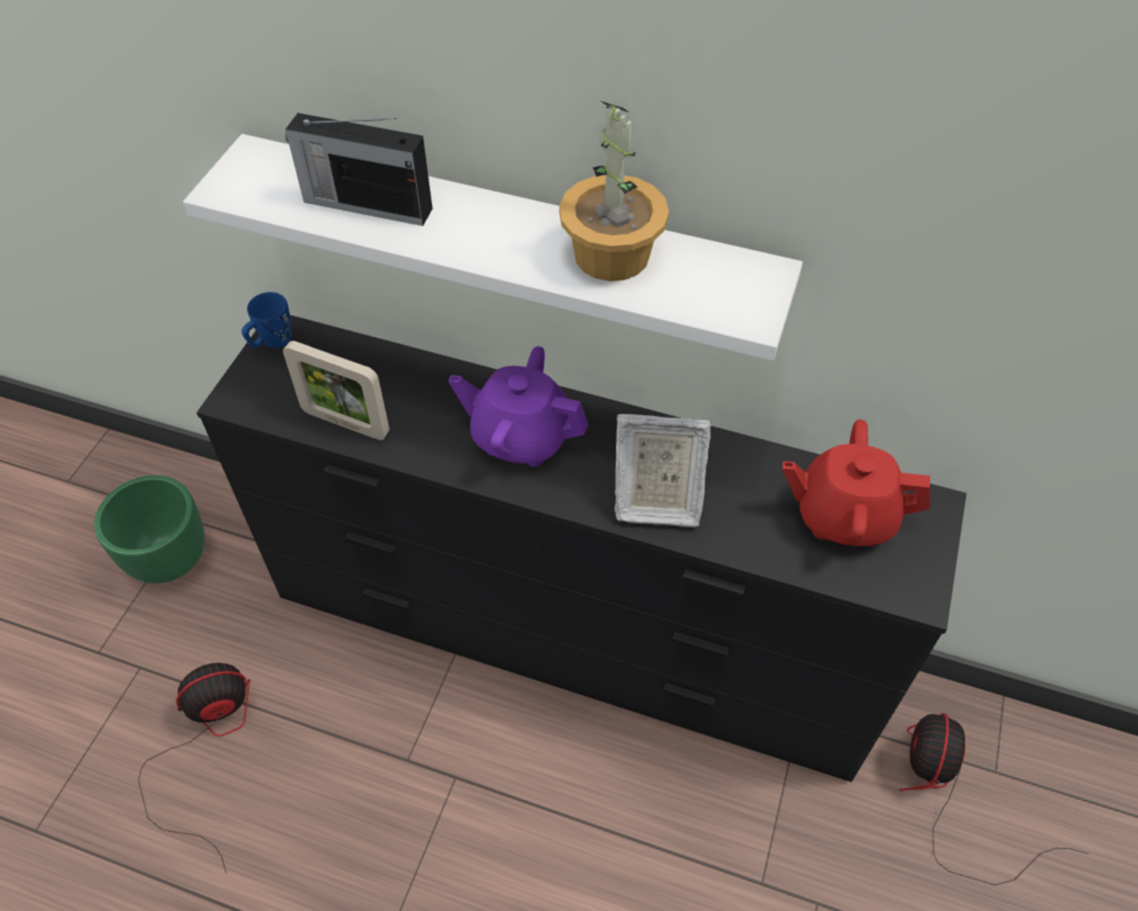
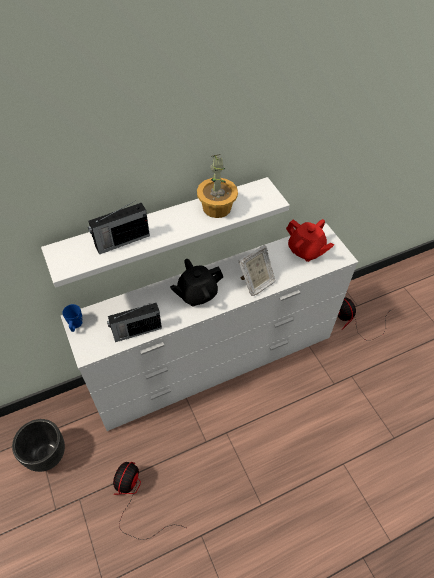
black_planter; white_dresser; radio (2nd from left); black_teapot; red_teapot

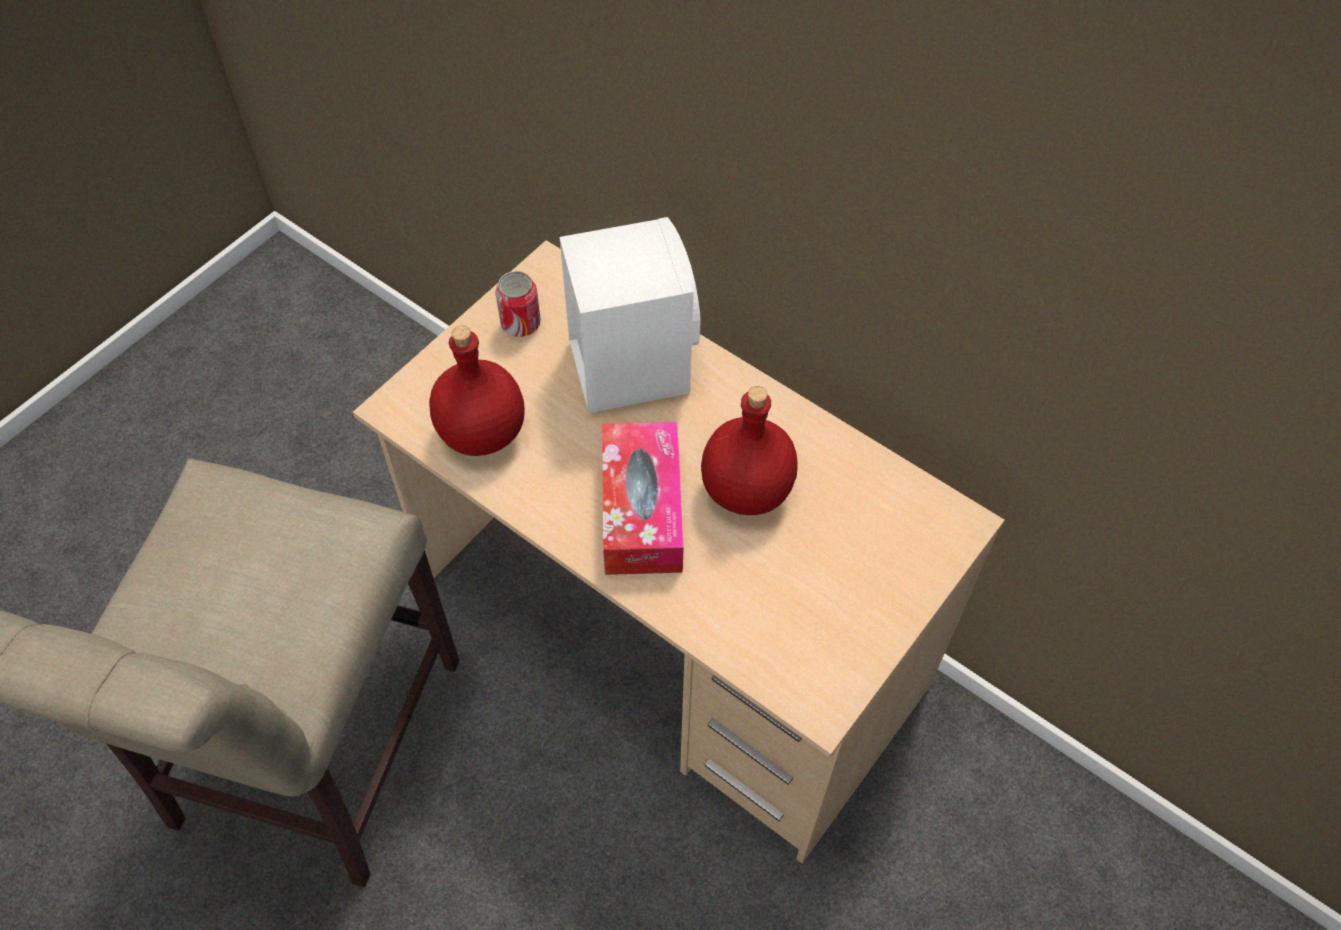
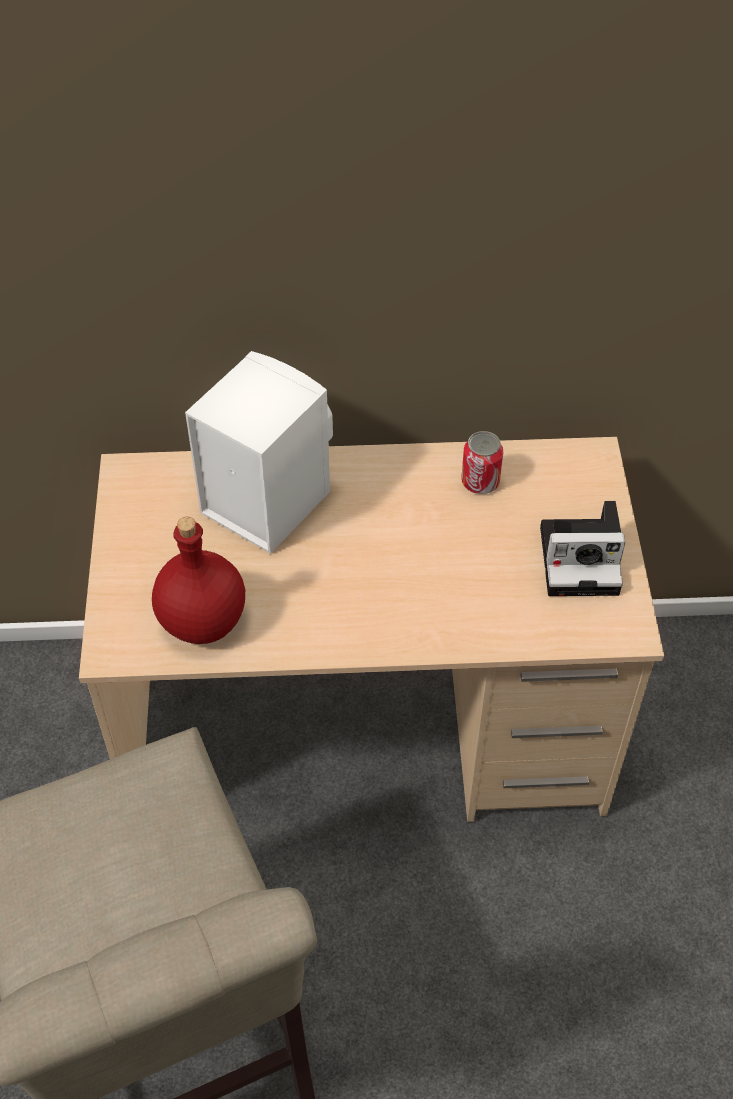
can; photo_camera; tissue_box; red_bottle (2nd from left in the first image)

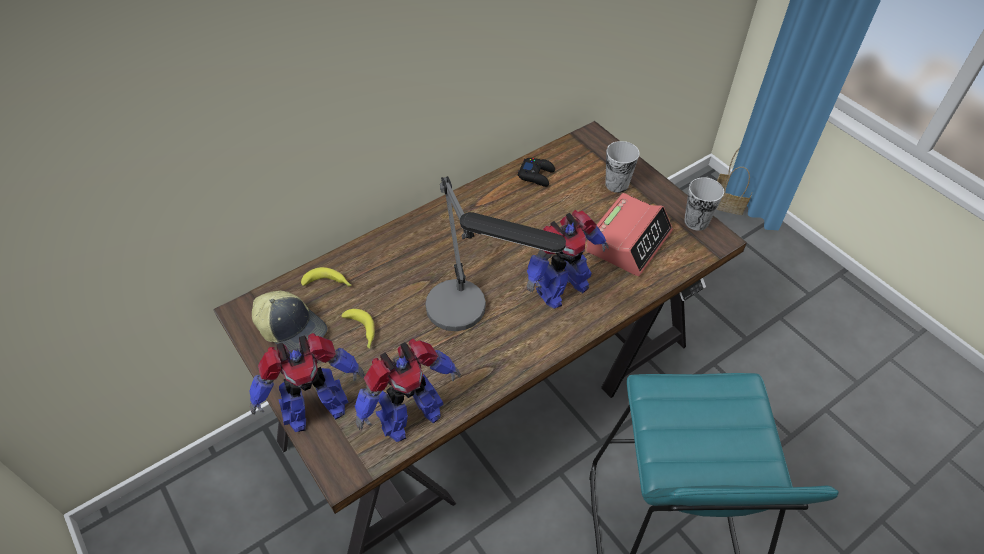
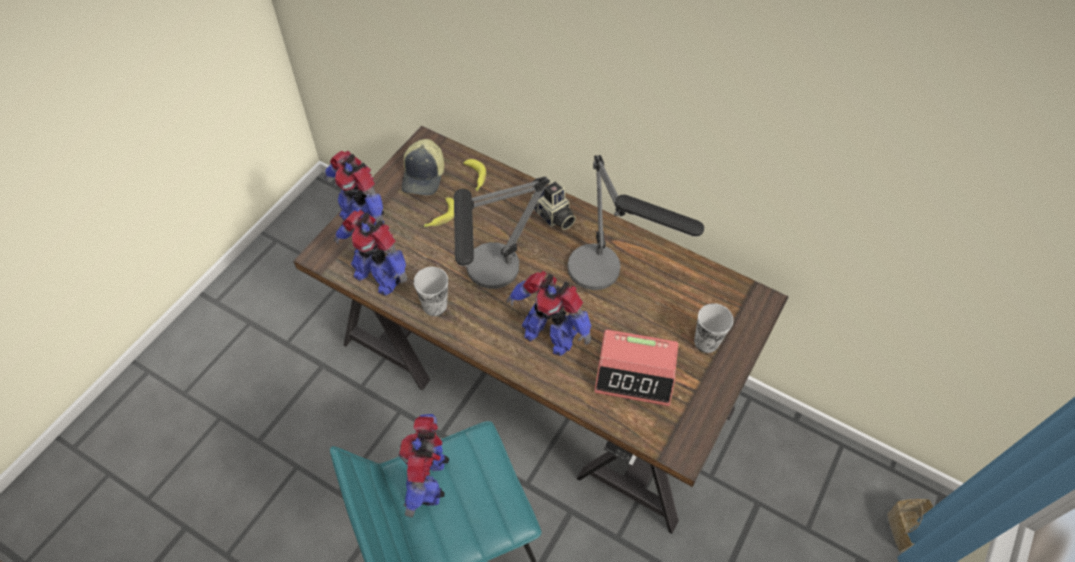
toy_robot (3rd from left); cup (1st from left); photo_camera; table_lamp (2nd from left); black_game_controller

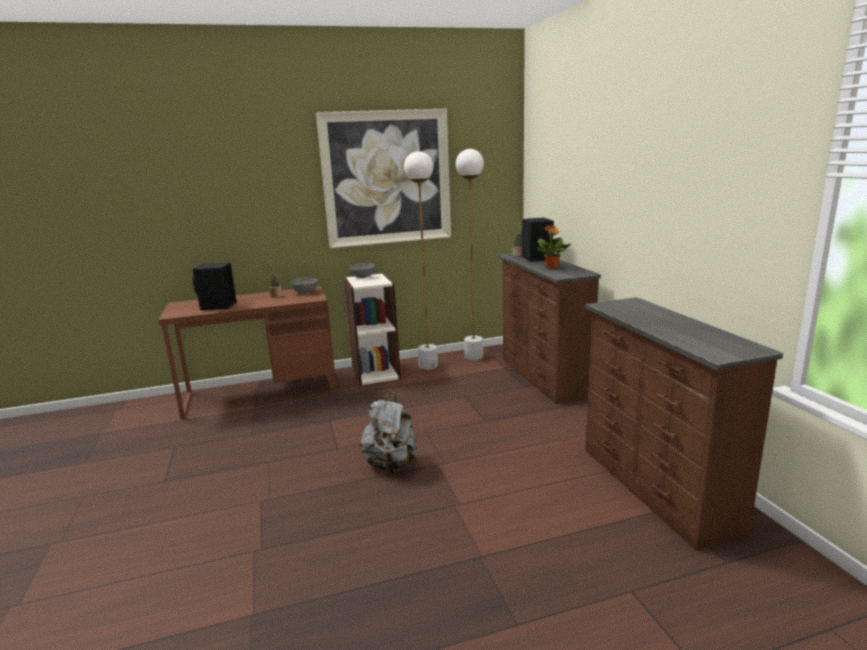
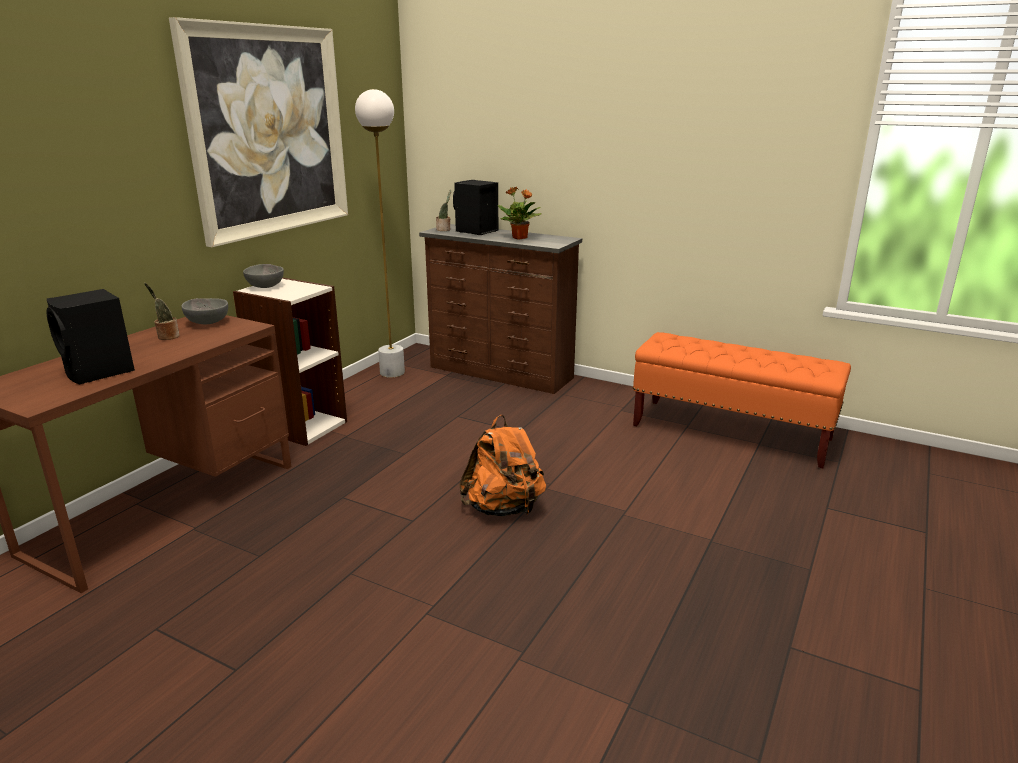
orange_backpack; orange_bench; white_floor_lamp (1st from left in the first image)

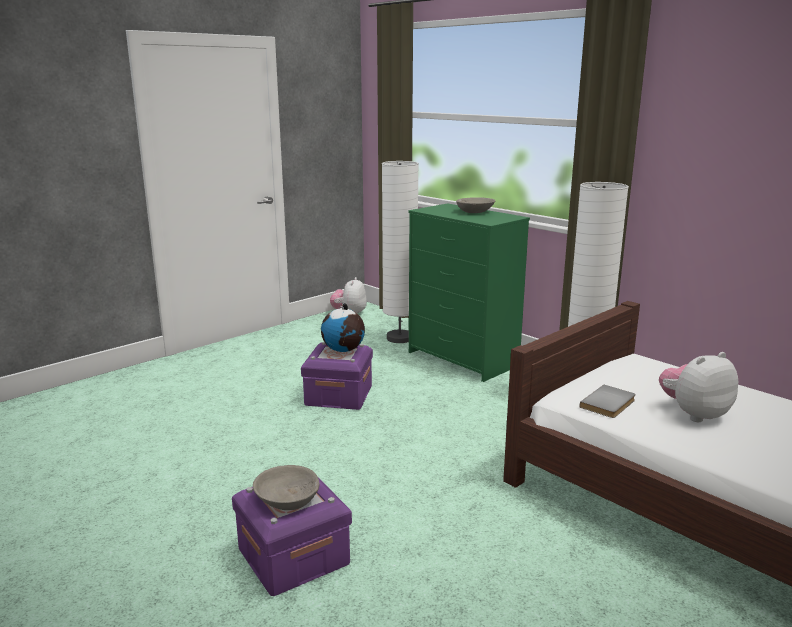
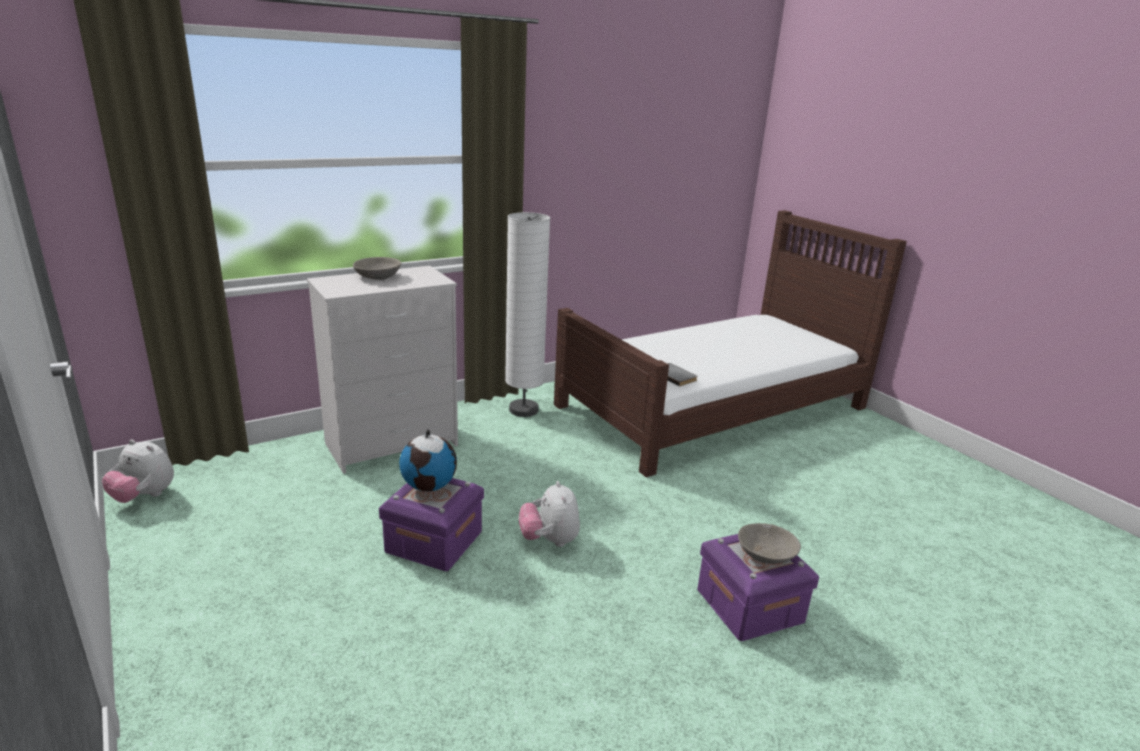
white_dresser; plush_toy (2nd from left); white_floor_lamp (1st from left in the first image)

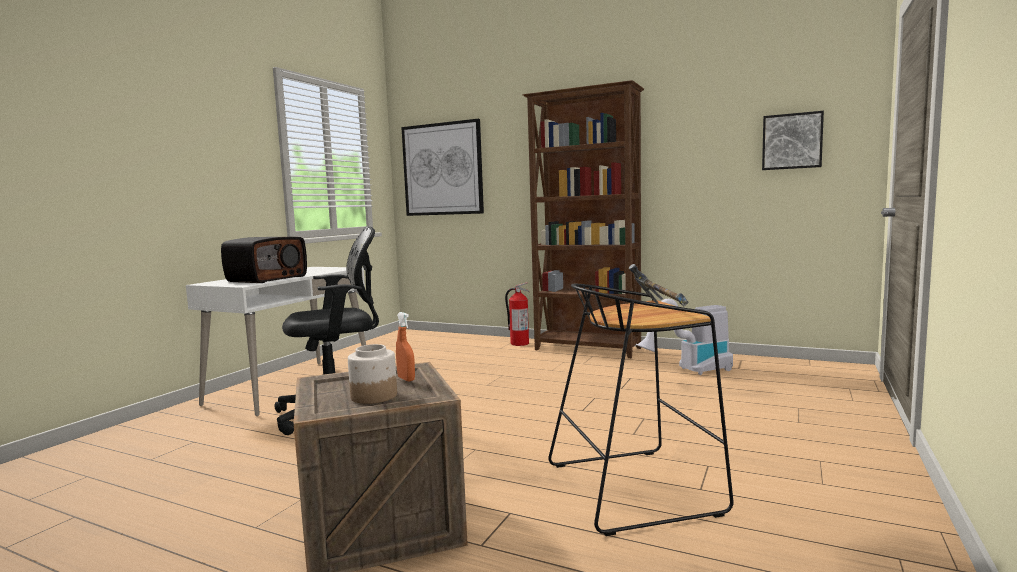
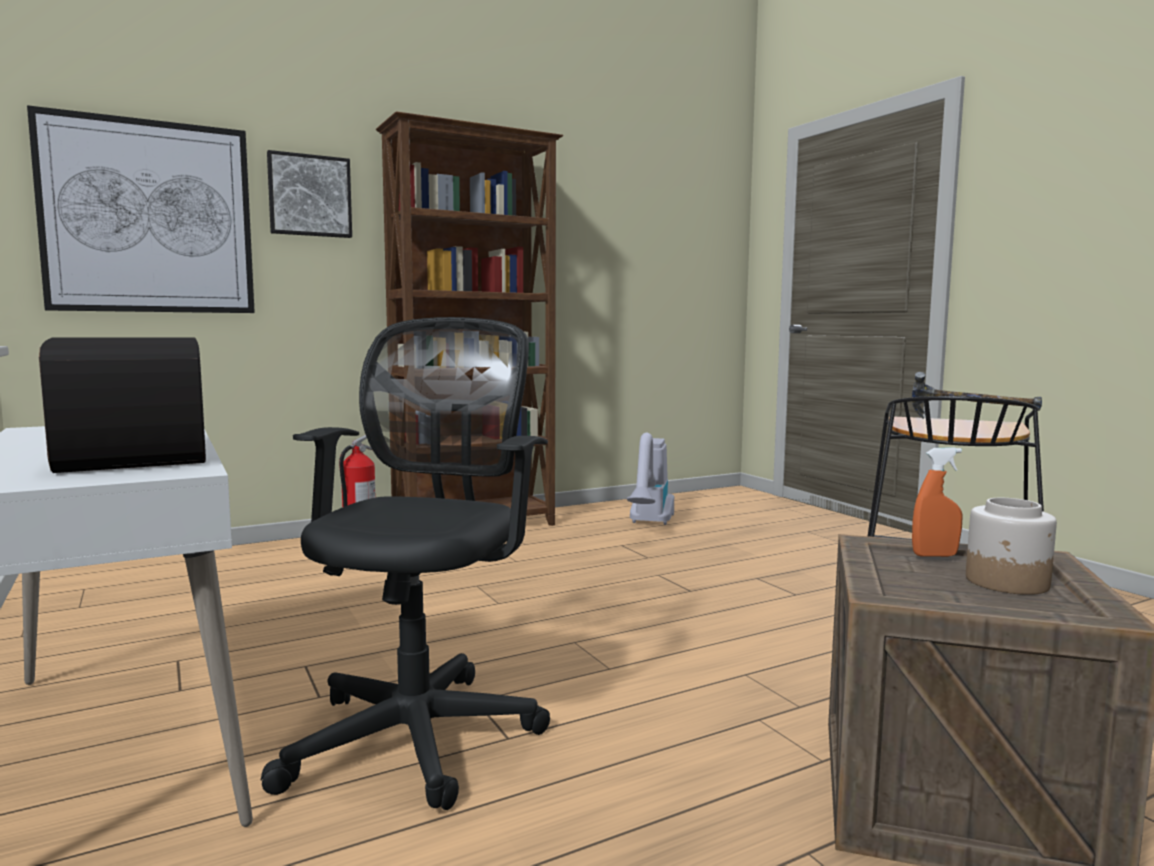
picture (2nd from left)

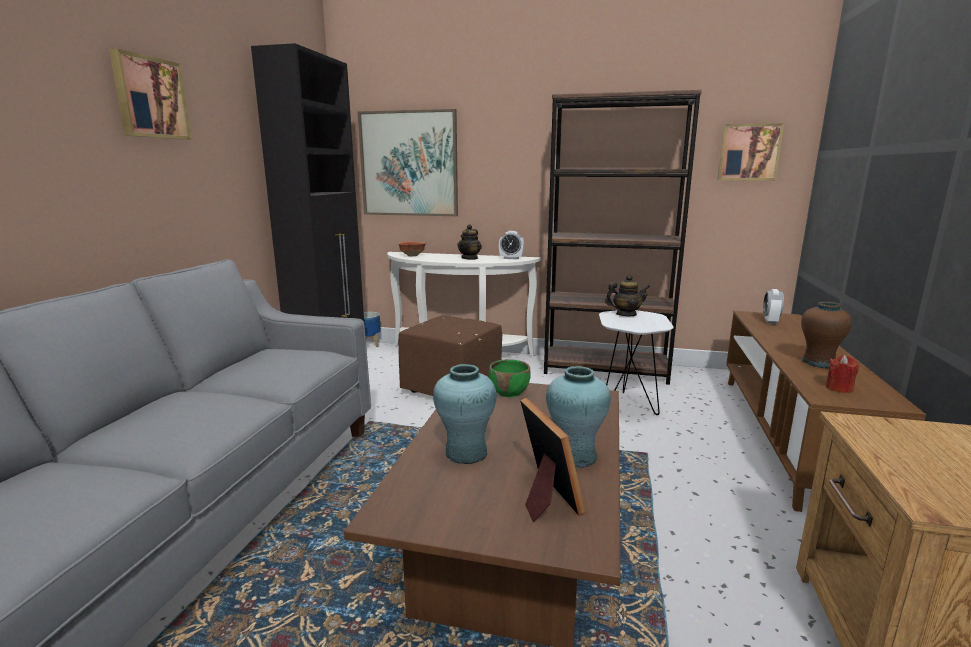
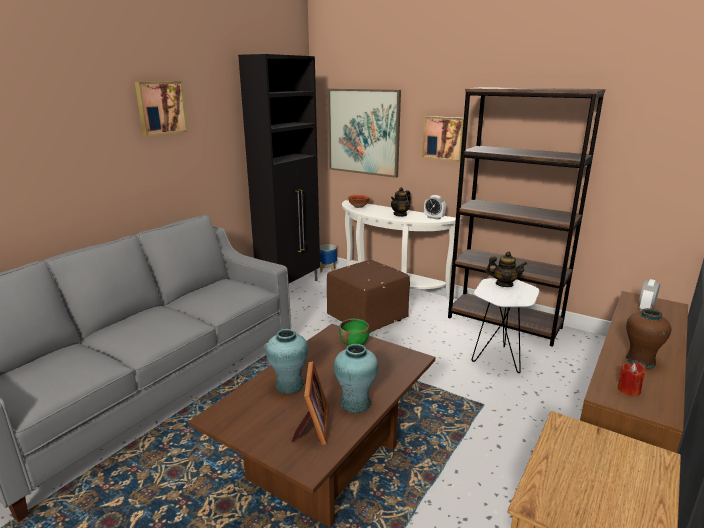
picture (3rd from left)

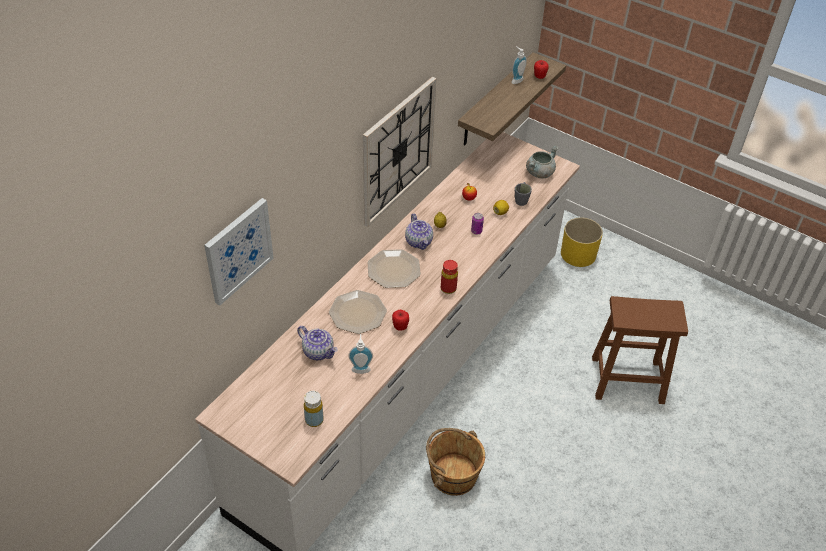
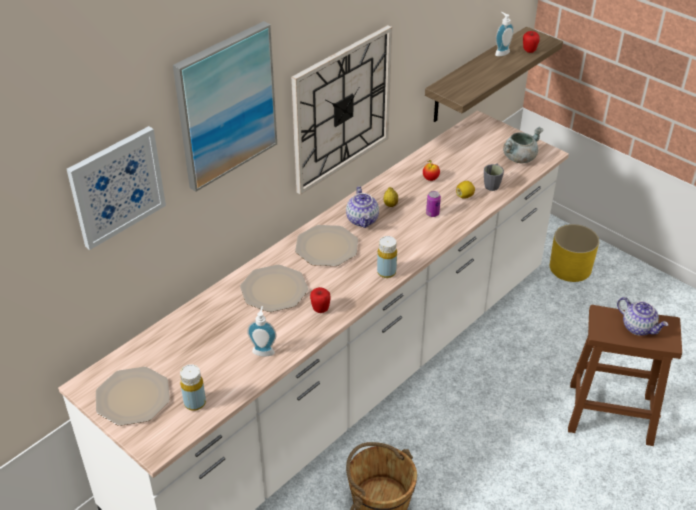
plate (1st from left); picture (2nd from left); yellow_bottle (2nd from left); teapot (2nd from left)

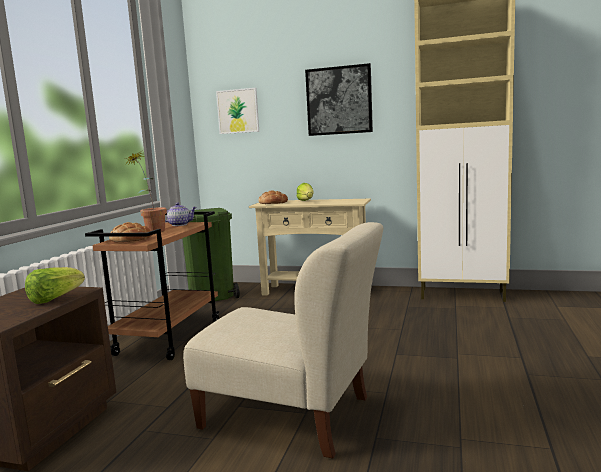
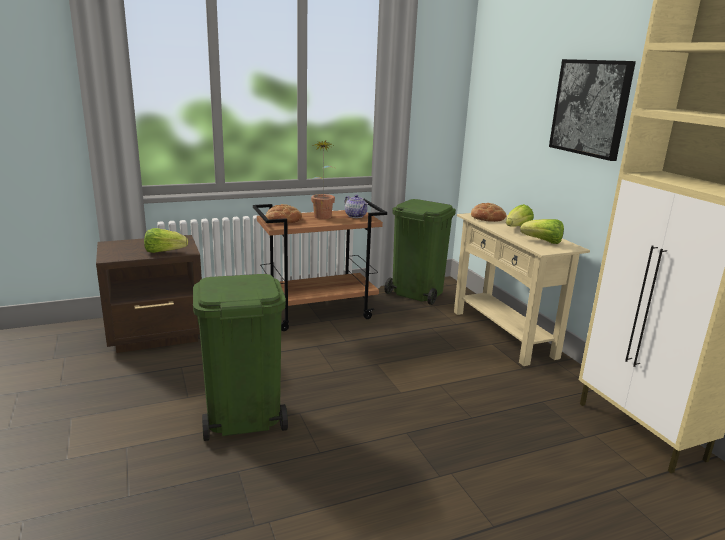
green_trash_can (1st from left); lettuce (3rd from left); picture (1st from left in the first image)

